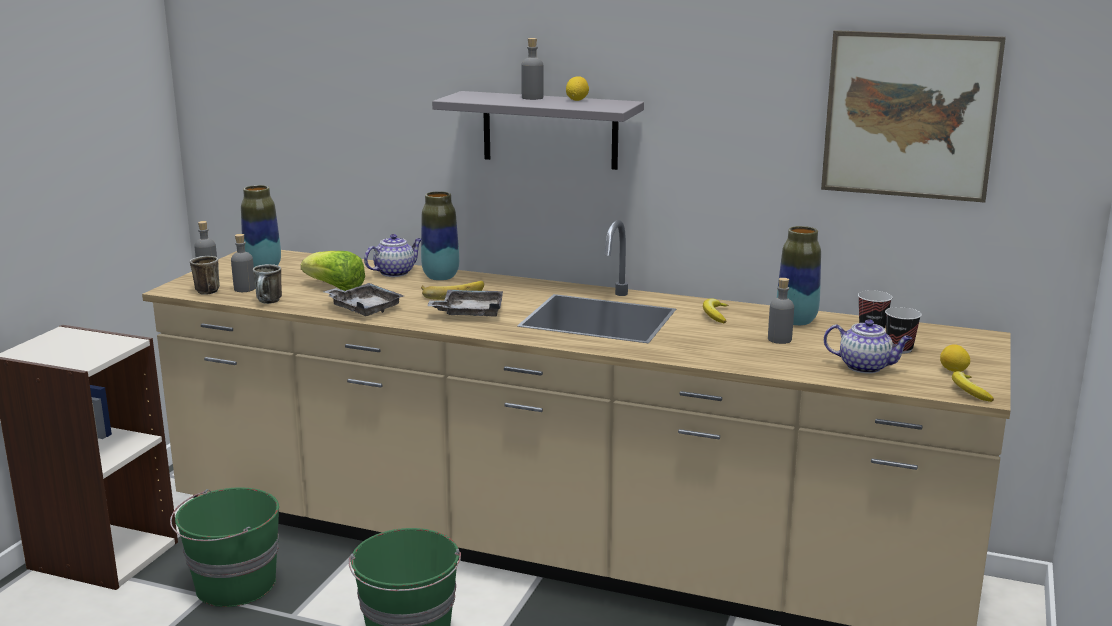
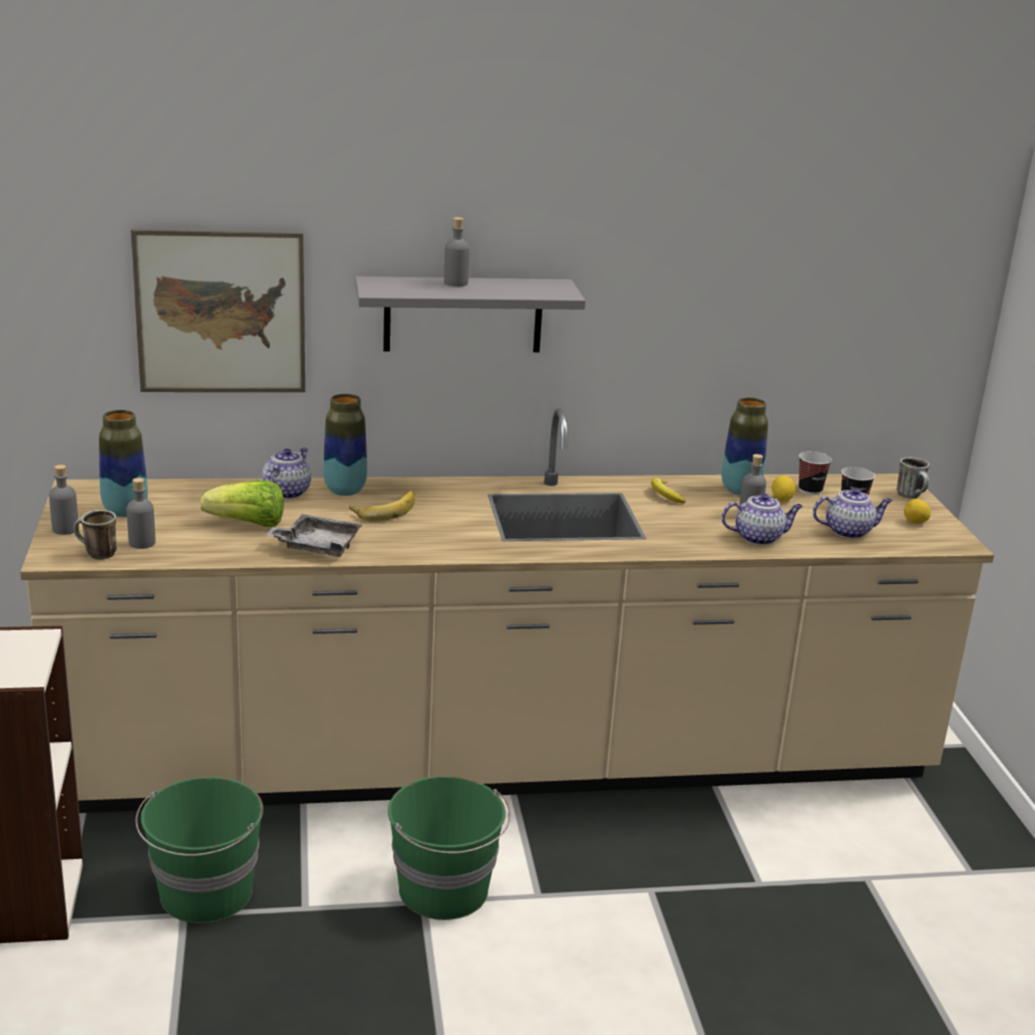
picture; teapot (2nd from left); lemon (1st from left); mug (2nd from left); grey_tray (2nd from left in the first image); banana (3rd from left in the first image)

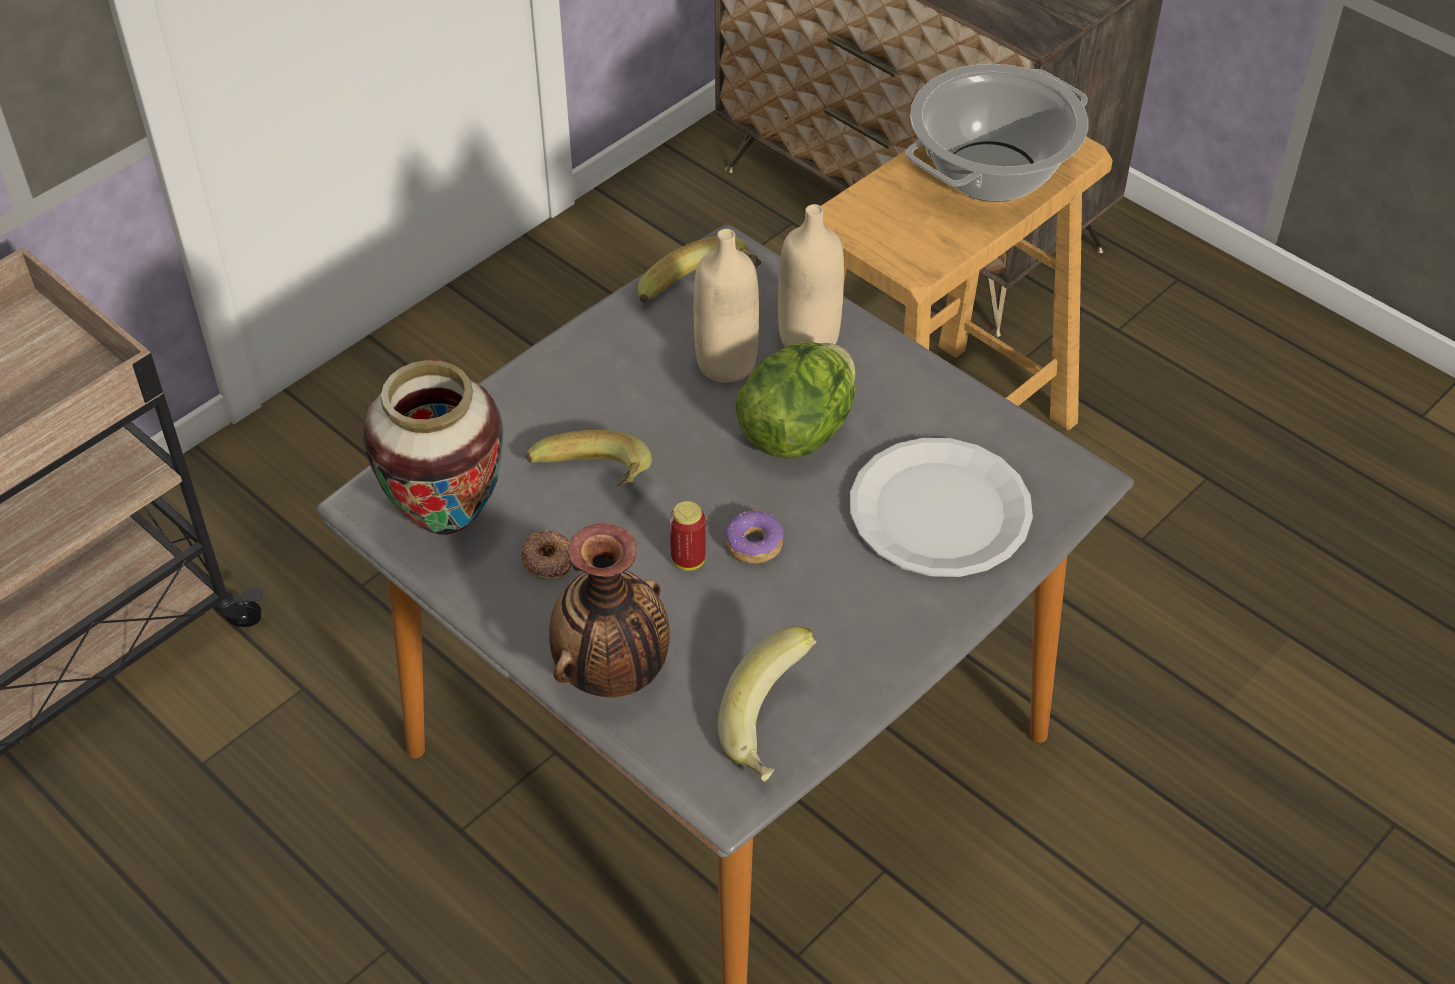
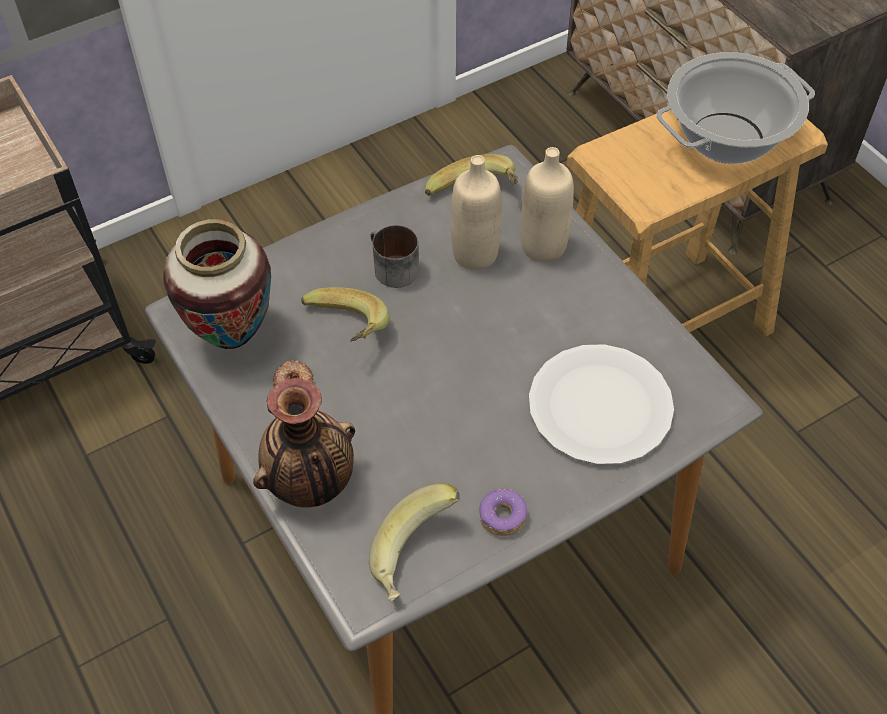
mug; donut (2nd from left); can; lettuce

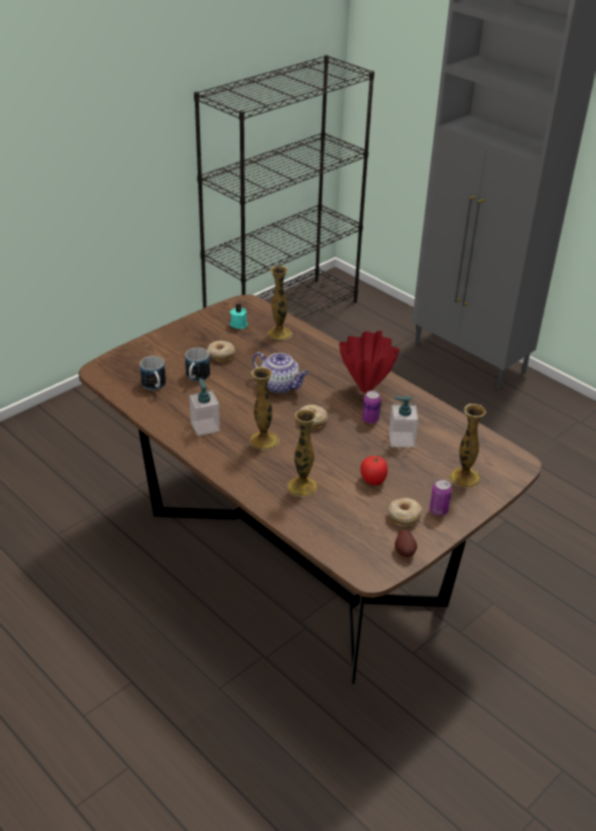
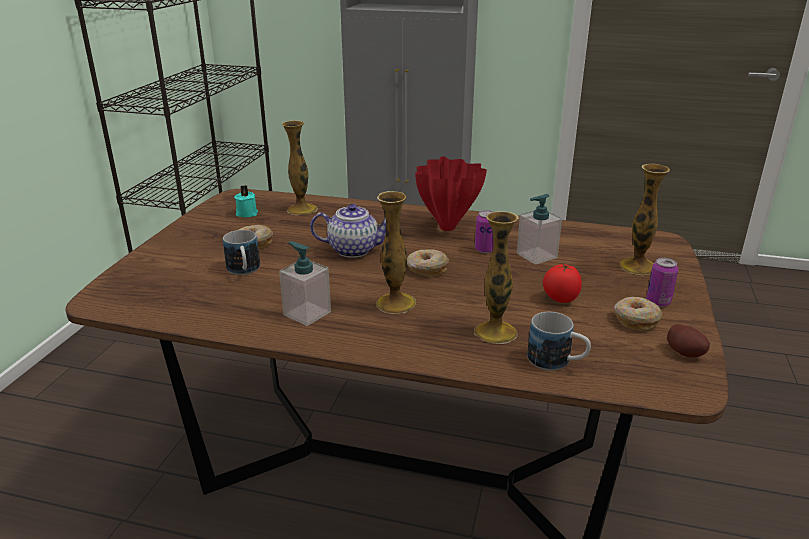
mug (2nd from left)

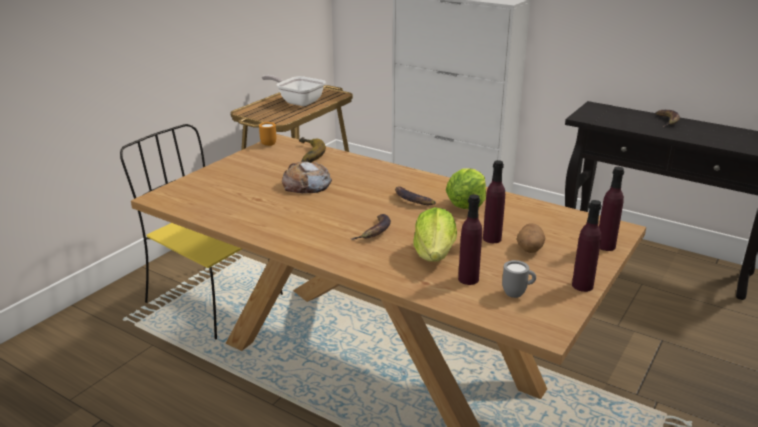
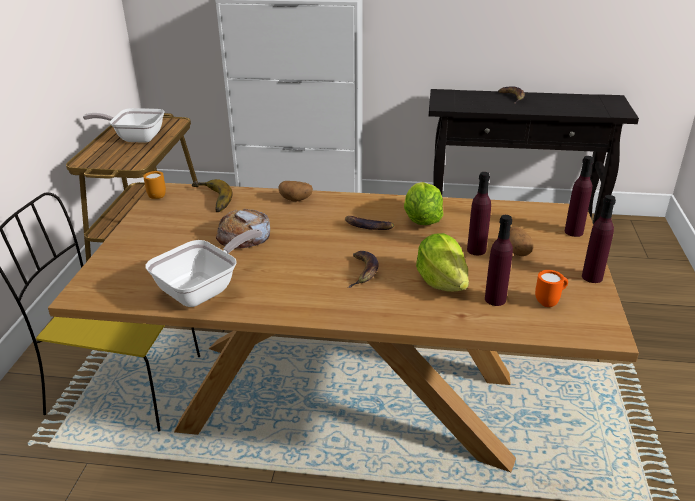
frying_pan (2nd from left); potato (1st from left); orange_mug (2nd from left)

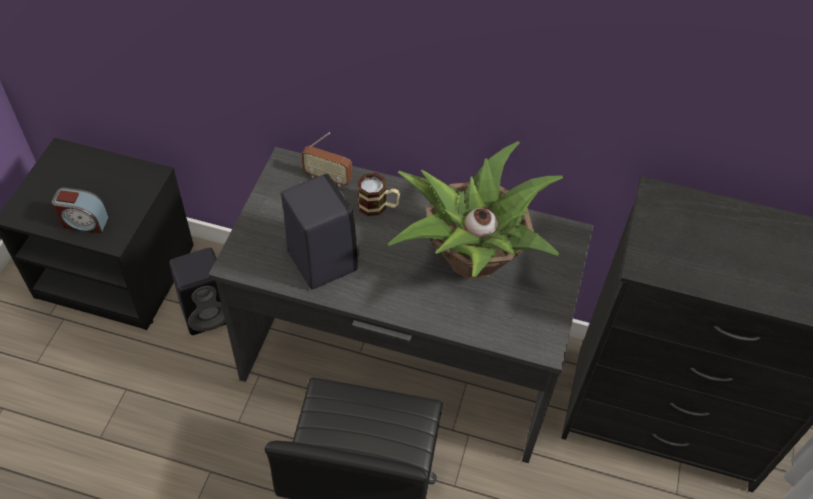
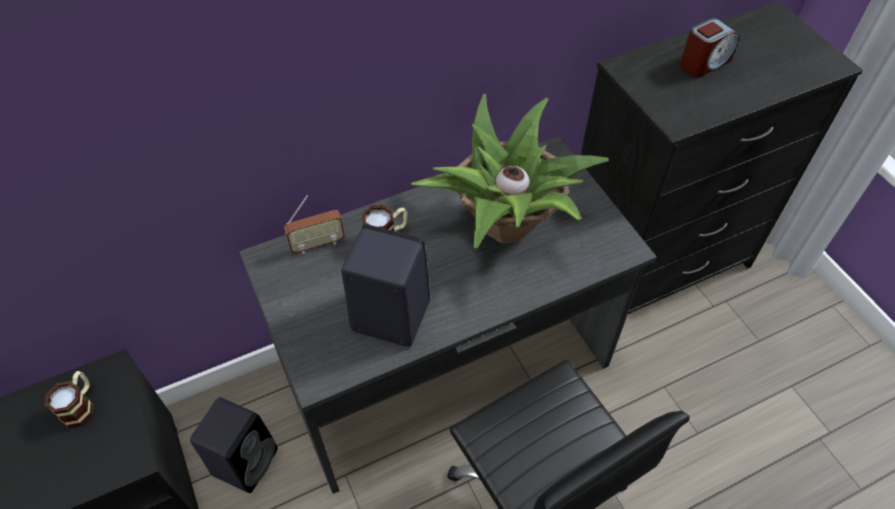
mug (1st from left); alarm_clock

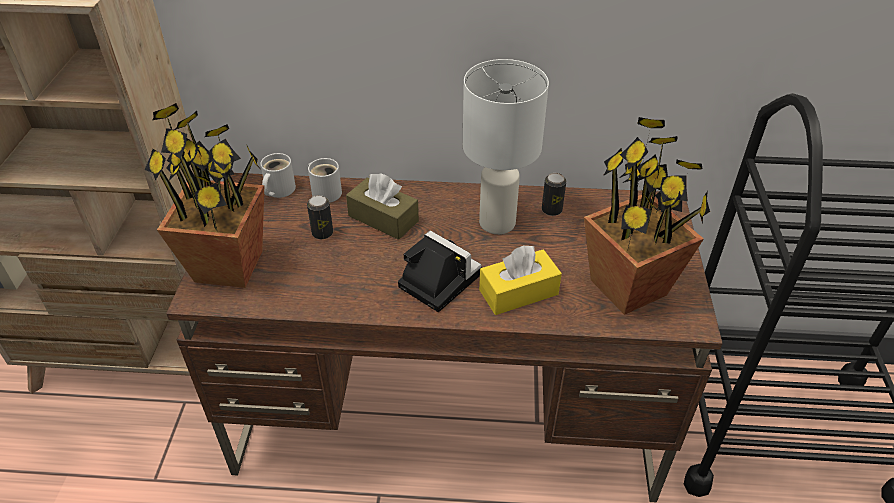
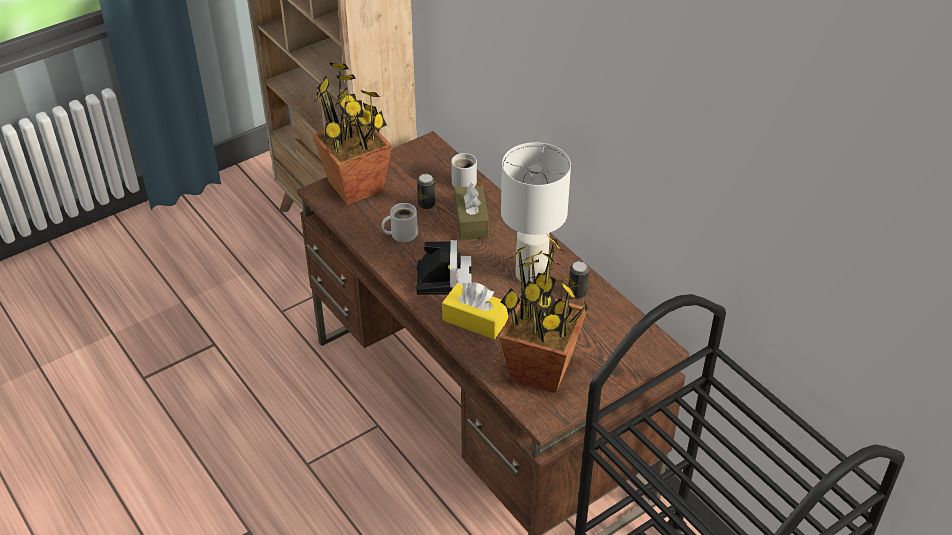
white_mug (1st from left)

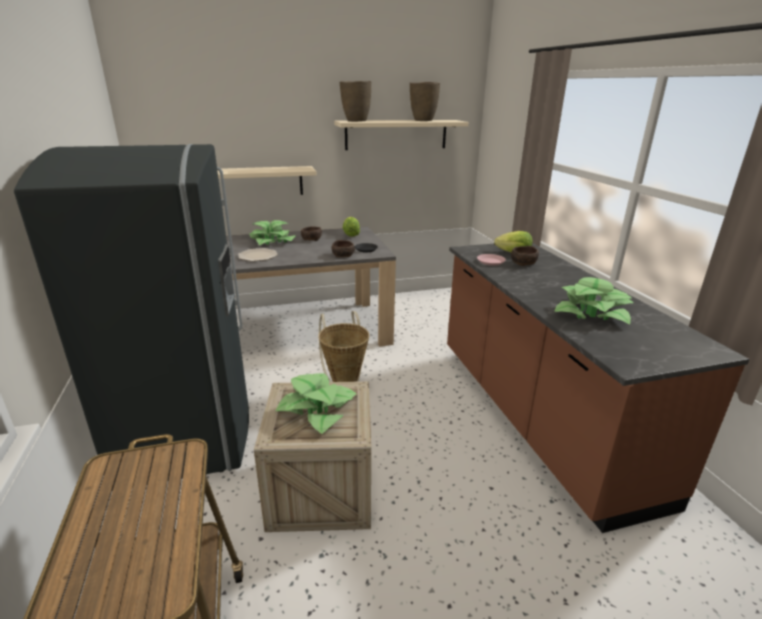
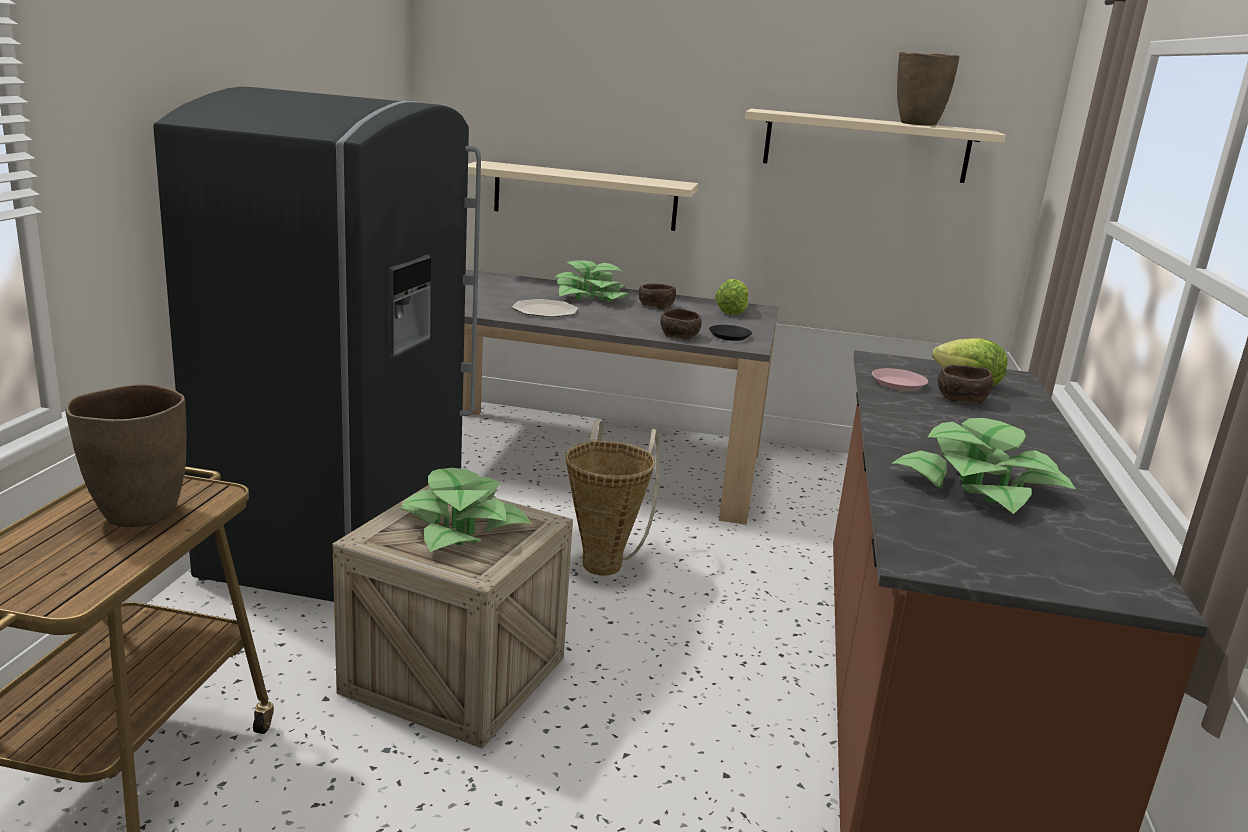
brown_vase (1st from left)

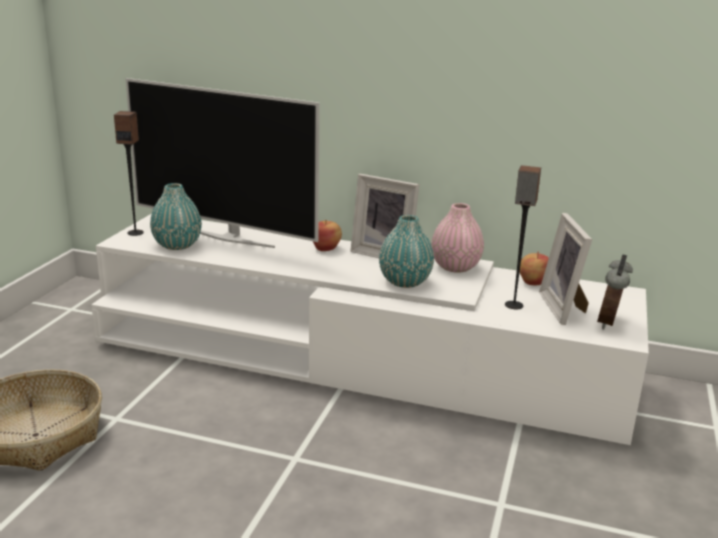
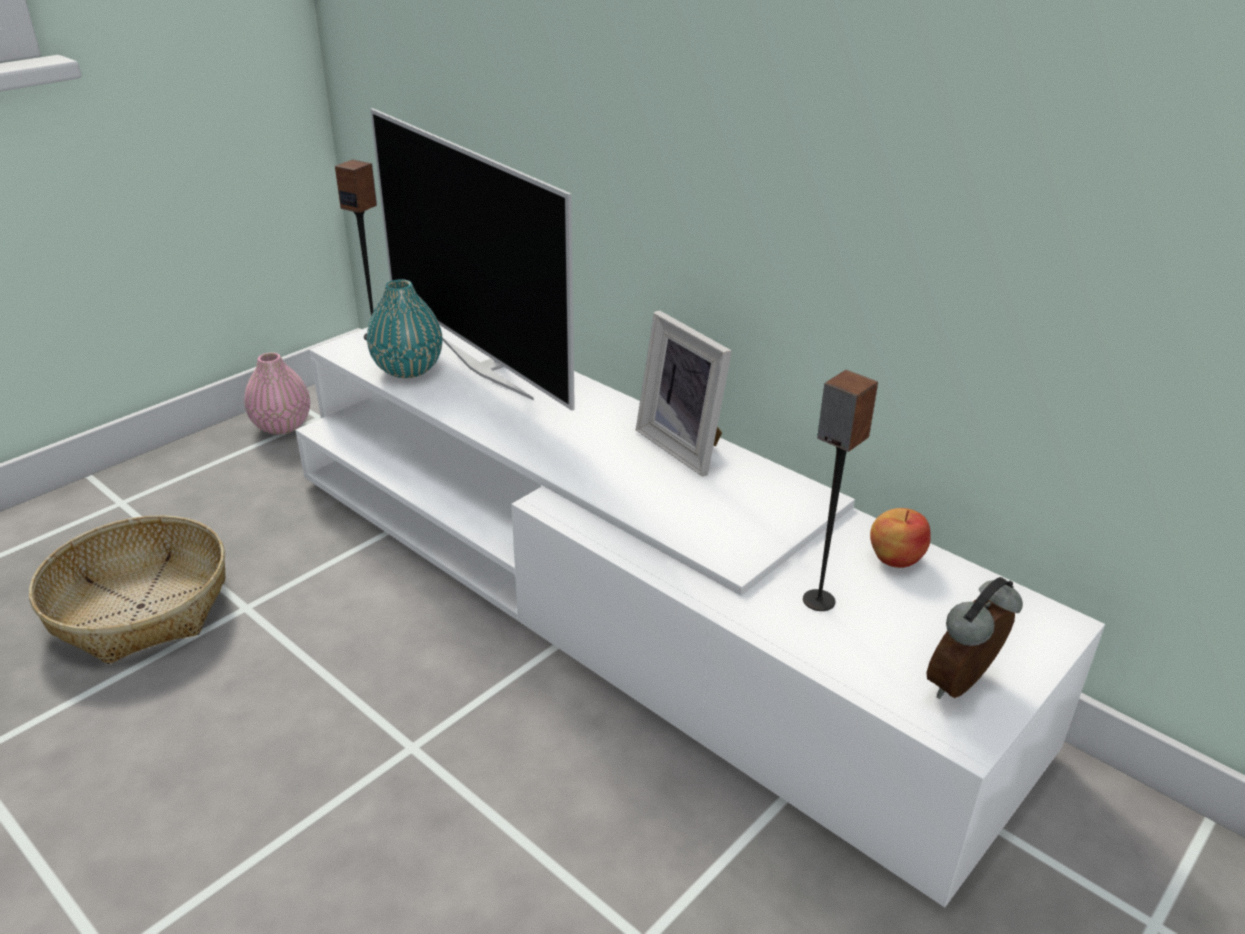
pink_vase; apple (1st from left in the first image); turquoise_vase (2nd from left in the first image); picture_frame (2nd from left in the first image)

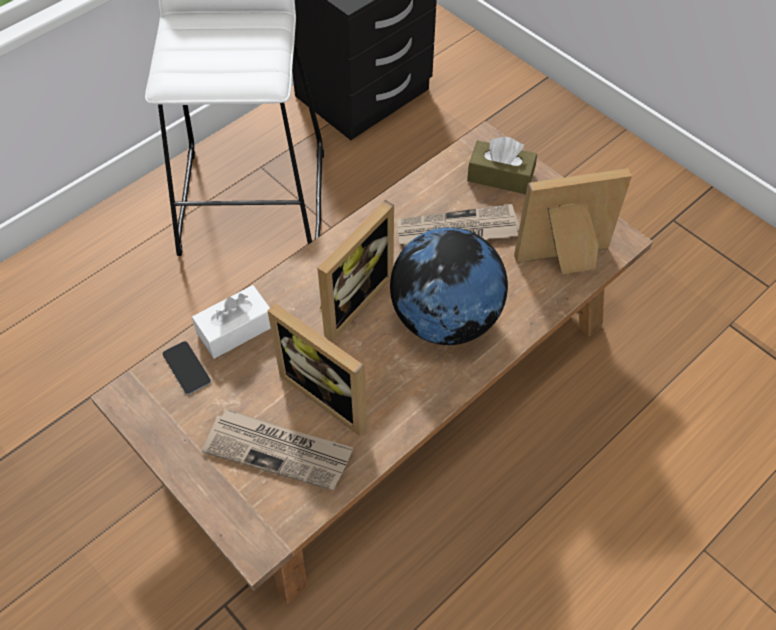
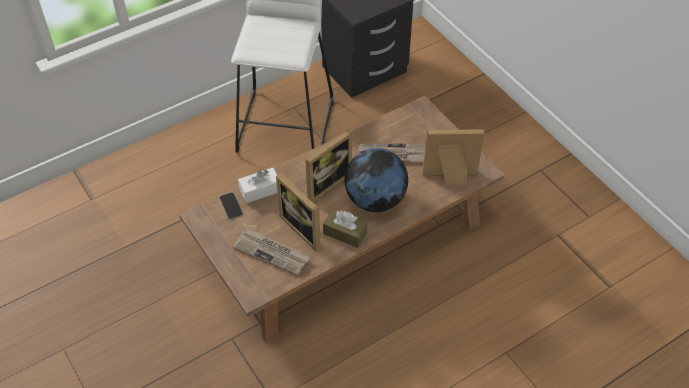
brown_tissue_box

